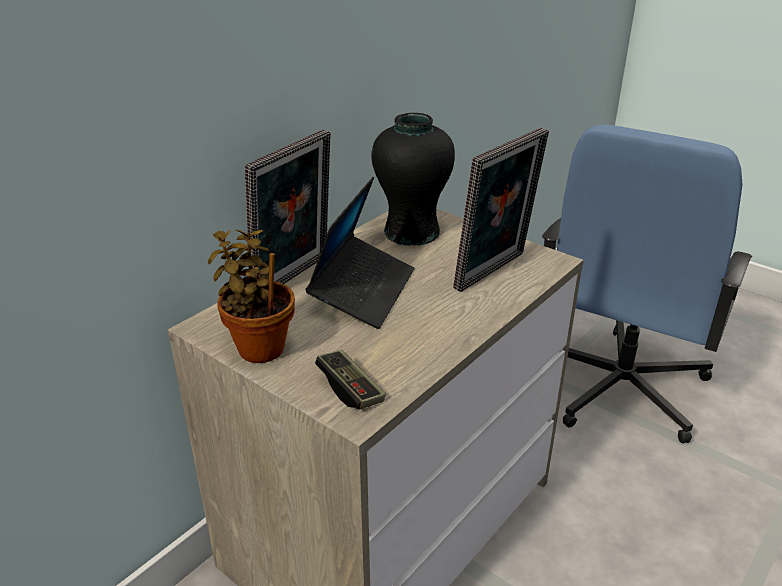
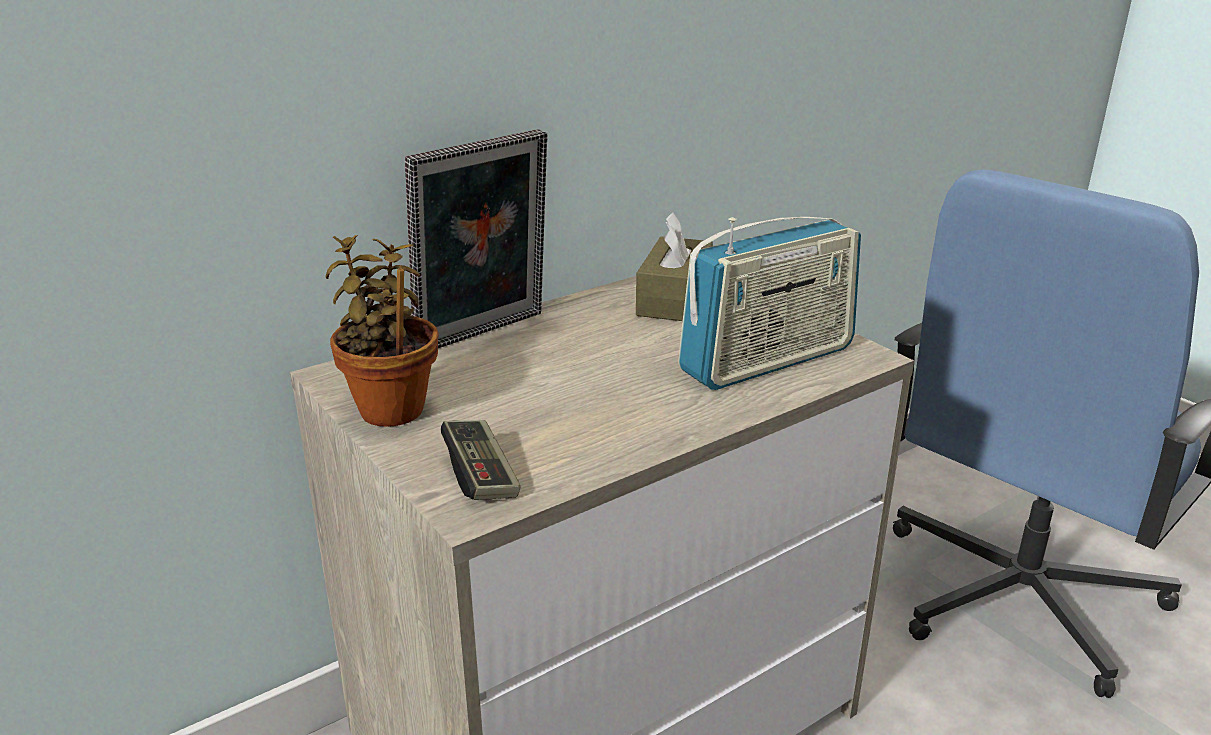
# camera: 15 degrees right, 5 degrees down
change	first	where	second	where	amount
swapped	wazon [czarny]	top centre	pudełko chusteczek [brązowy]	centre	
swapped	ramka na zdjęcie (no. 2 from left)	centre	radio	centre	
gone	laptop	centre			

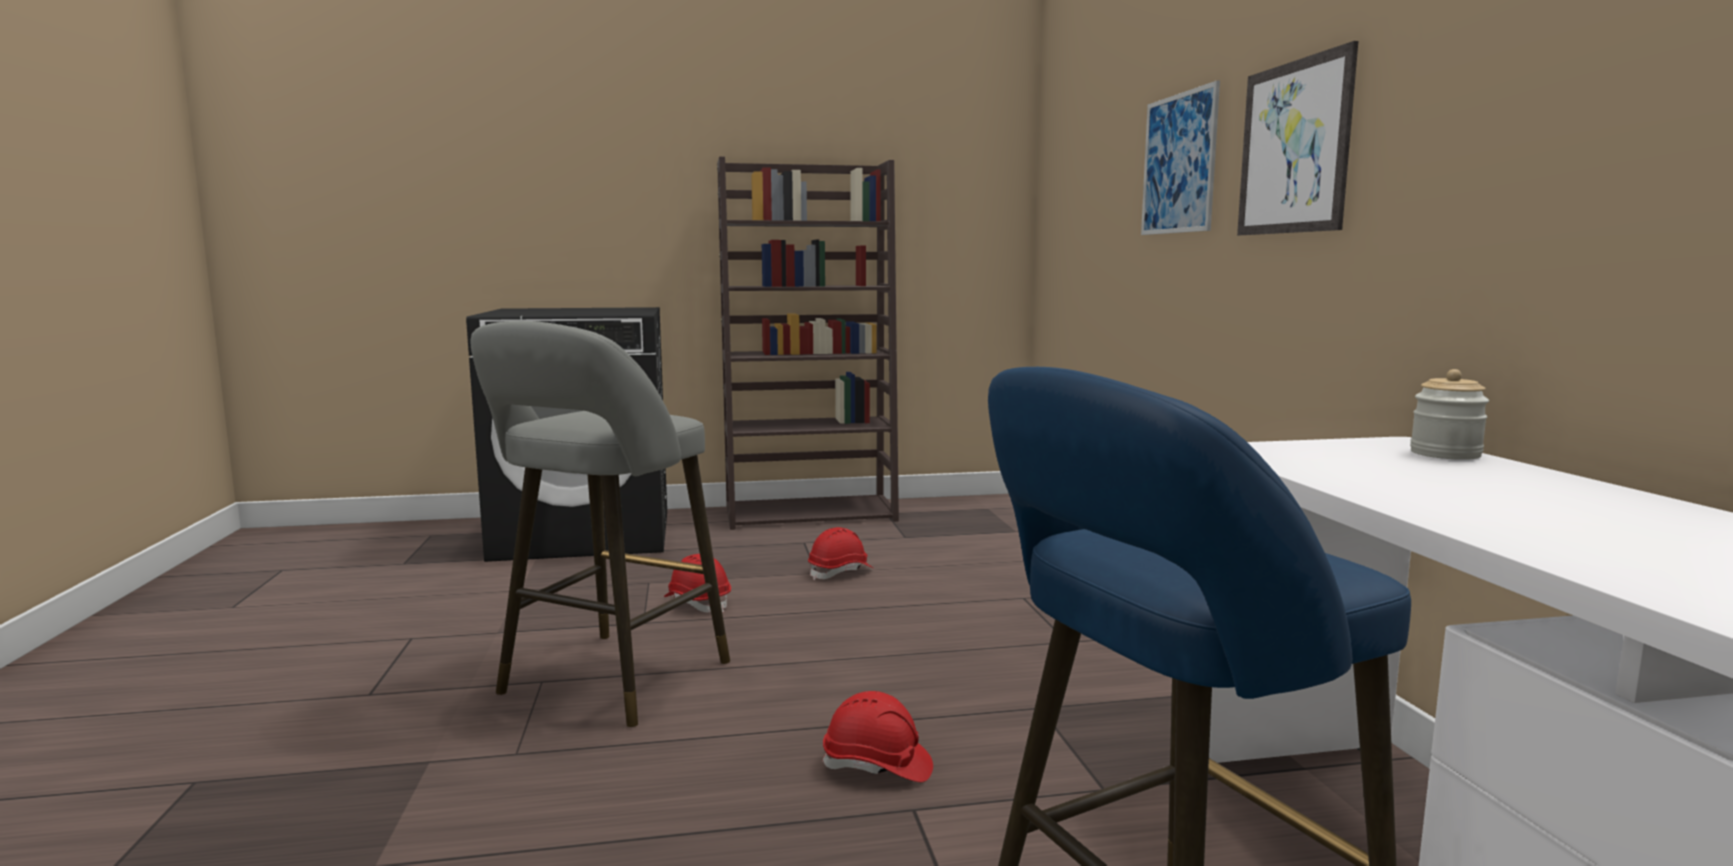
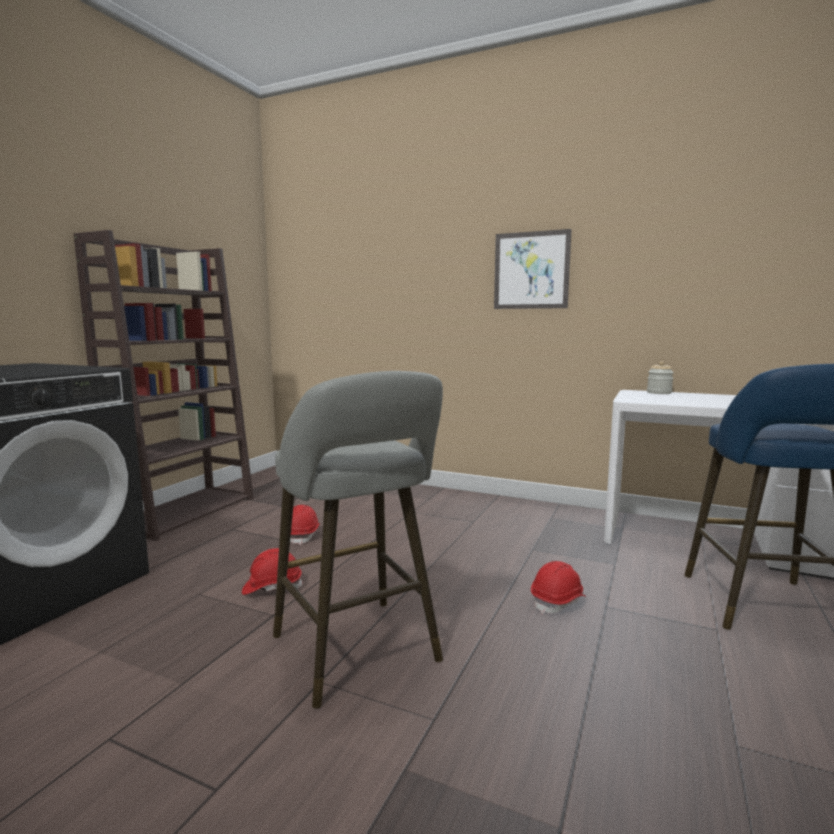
# camera: 55 degrees left, 0 degrees up
change	first	where	second	where	amount
gone	obraz (no. 1 from left)	top right			

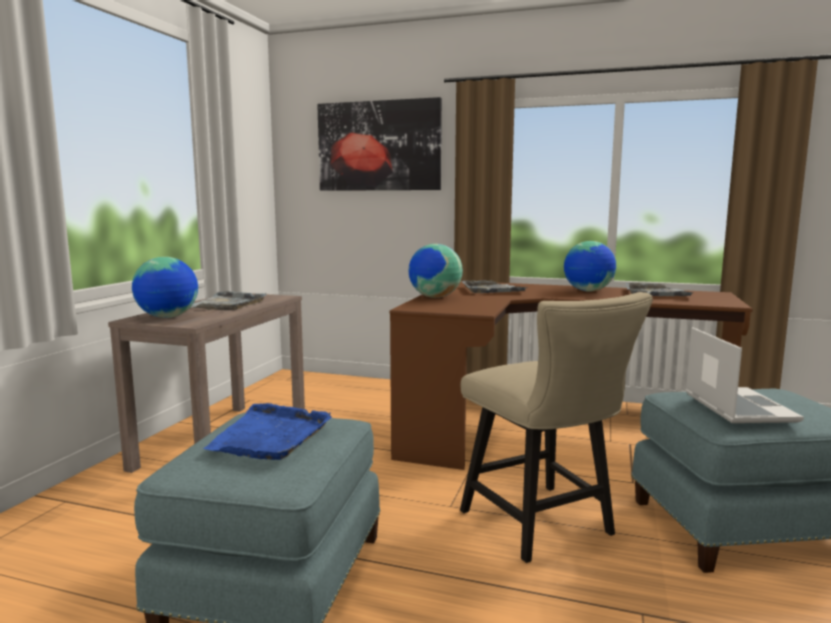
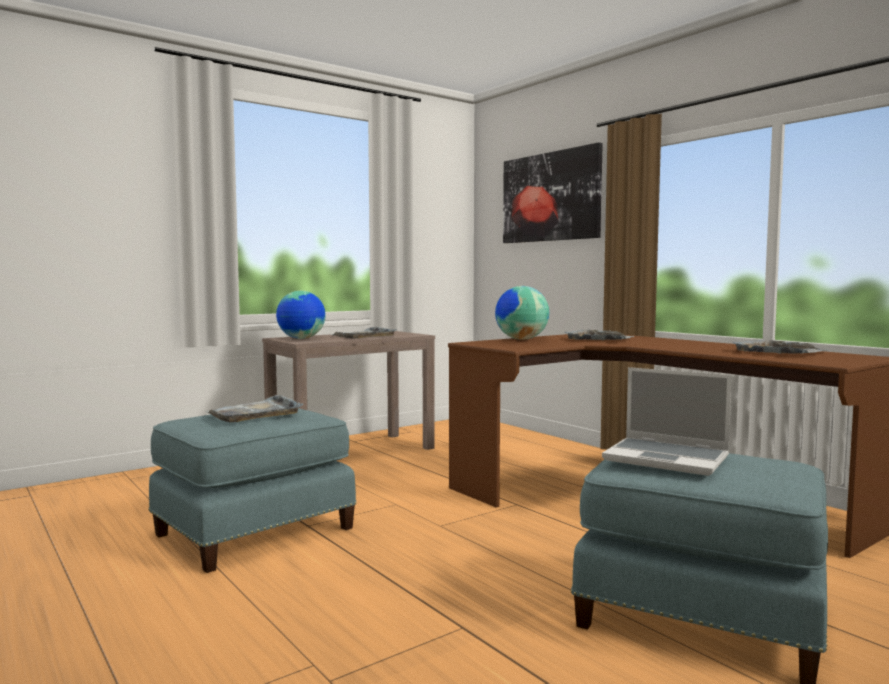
# camera: 35 degrees right, 5 degrees down
change	first	where	second	where	amount
repainted	taca [niebieski]	bottom left	taca [szary] (no. 1 from left)	middle left	
rotated	laptop	middle right		middle right	90 degrees clockwise
gone	krzesło [beżowy]	bottom right			
gone	globus (no. 3 from left)	middle right			

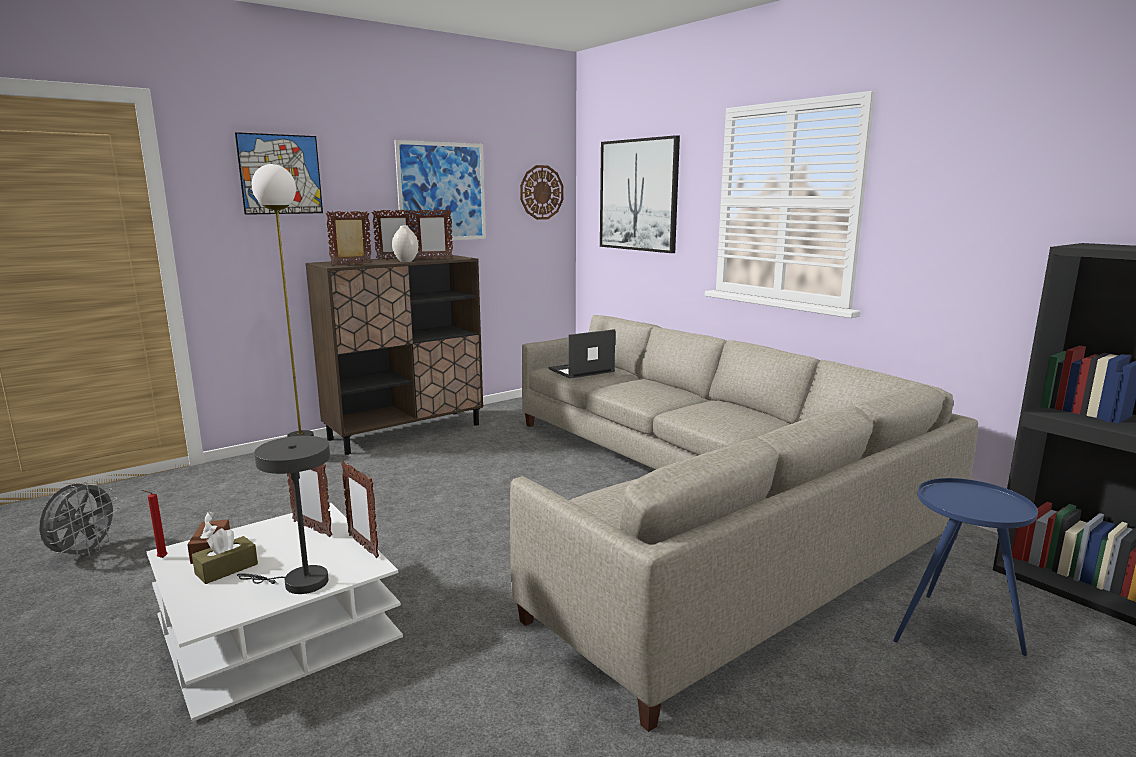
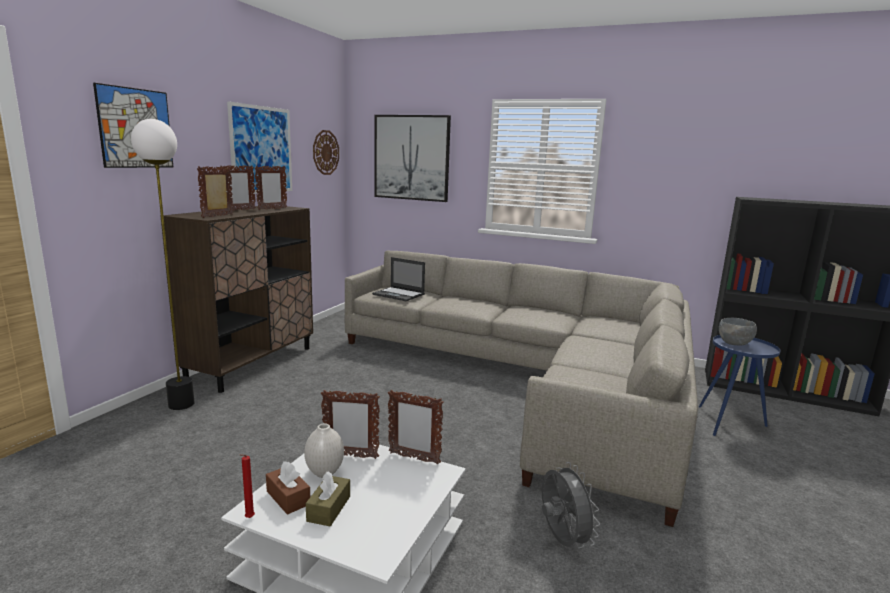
# camera: 30 degrees left, 0 degrees up
change	first	where	second	where	amount
shifted	wazon [biały]	top centre		bottom centre	
rotated	laptop	centre		centre	90 degrees counterclockwise
shifted	wentylator [szary]	bottom left		bottom centre	
new			miska [szary]	middle right	
gone	lampa stołowa [szary]	bottom left			

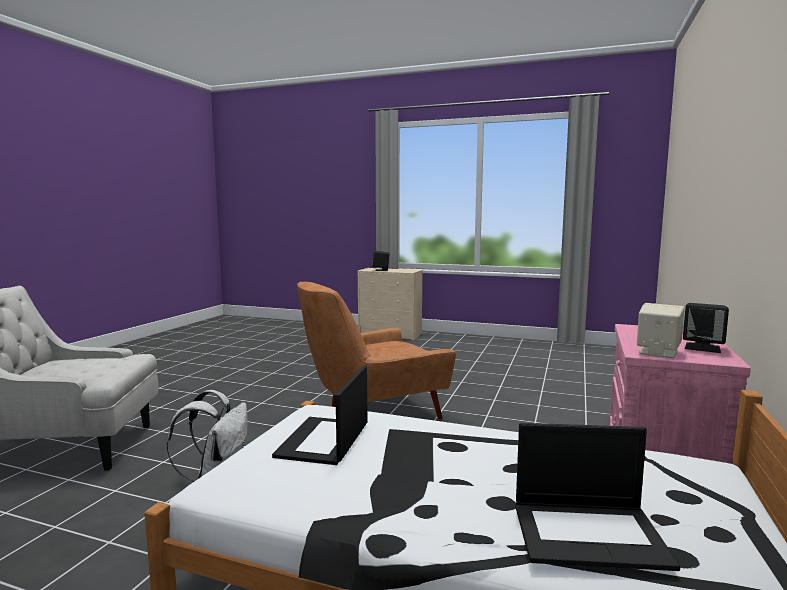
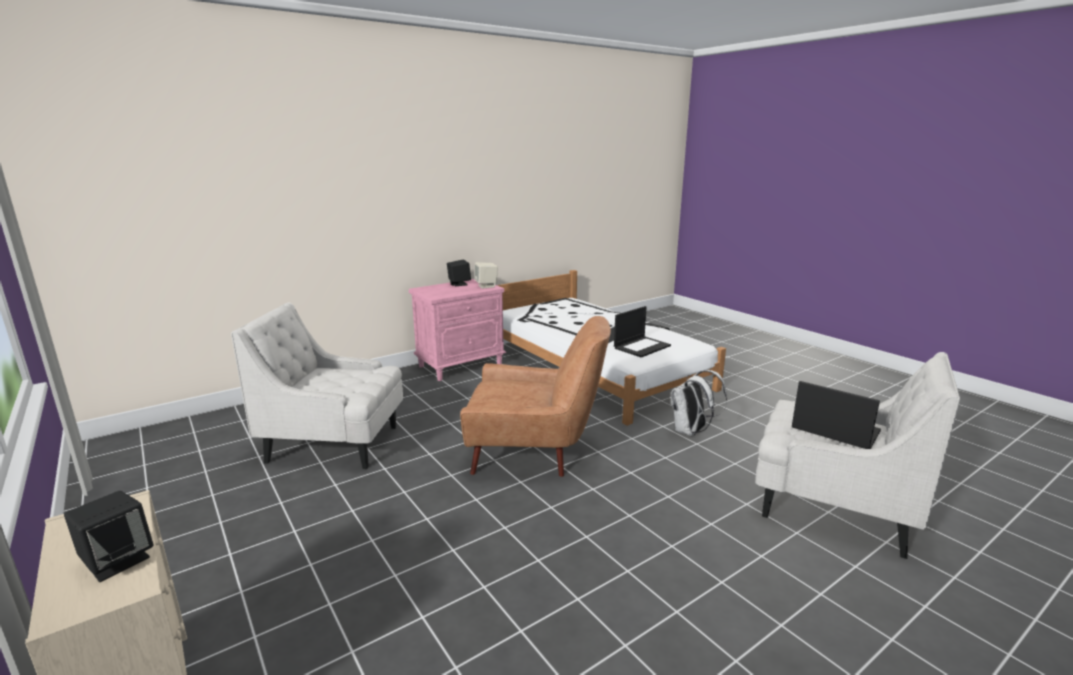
# camera: 145 degrees left, 10 degrees up
change	first	where	second	where	amount
new			fotel [biały] (no. 1 from left)	middle left	
shifted	laptop (no. 2 from left)	bottom right		middle right	

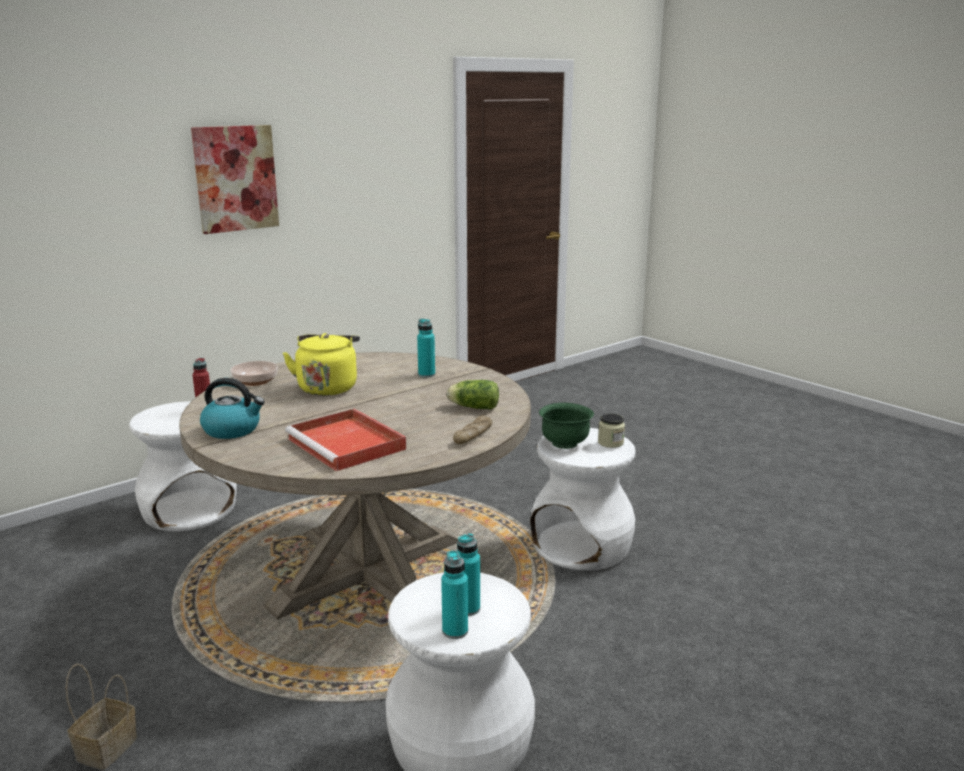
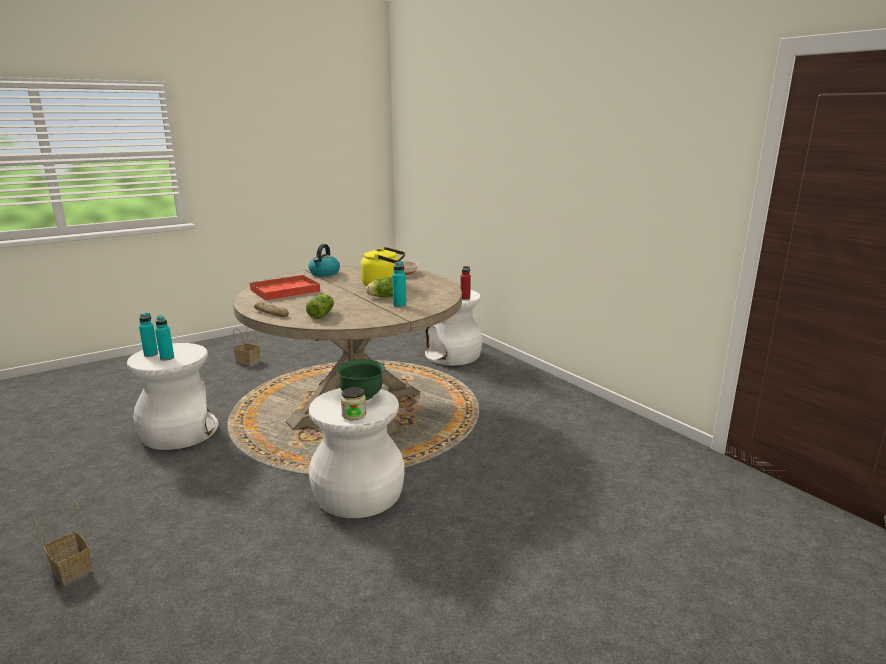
# camera: 95 degrees right, 0 degrees up
change	first	where	second	where	amount
new			koszyk (no. 1 from left)	bottom left	
new			sałata (no. 2 from left)	centre	
gone	obraz	top left			

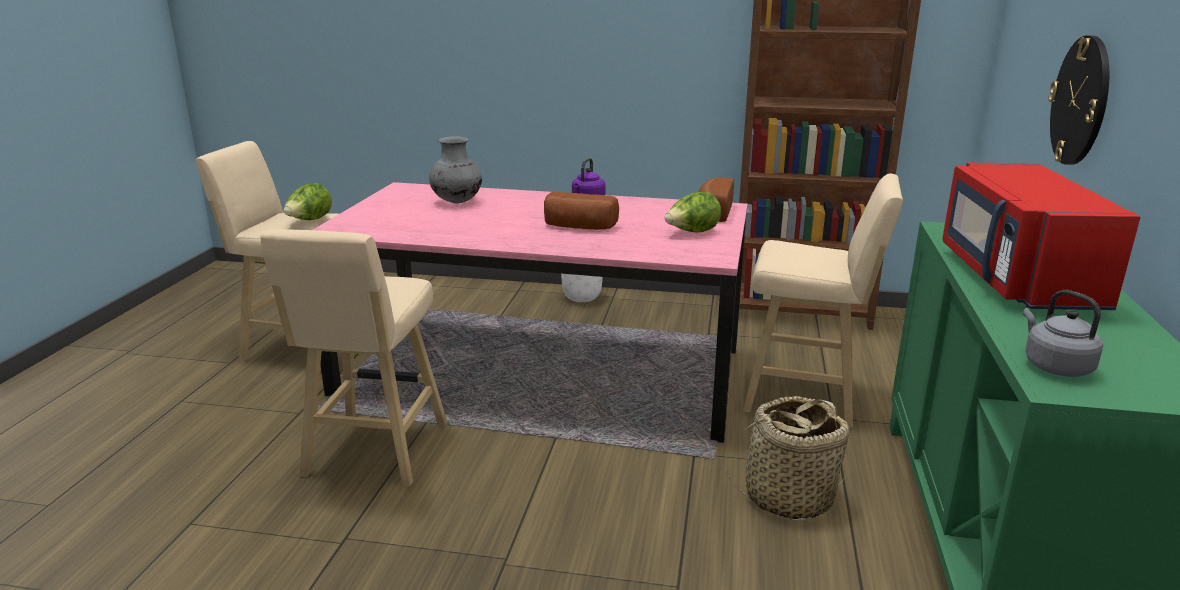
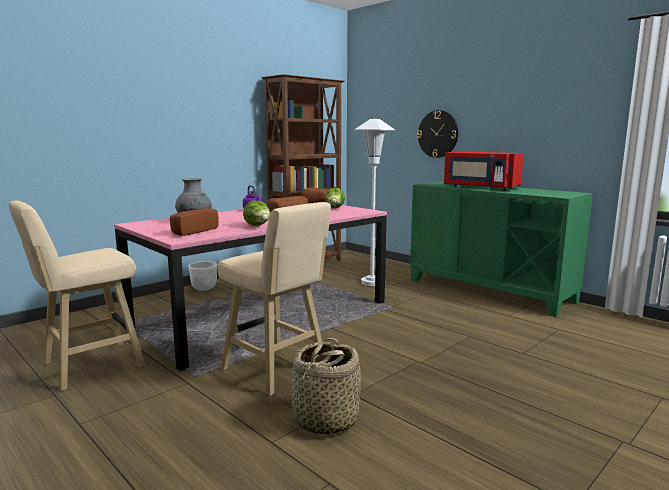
# camera: 55 degrees left, 10 degrees down
change	first	where	second	where	amount
new			chleb (no. 1 from left)	middle left	
shifted	sałata (no. 1 from left)	middle left		centre	
shifted	koszyk	bottom right		bottom centre	
swapped	stołek [beżowy] (no. 3 from left)	middle right	lampa stojąca [biały]	centre	
gone	czajnik [szary]	middle right			

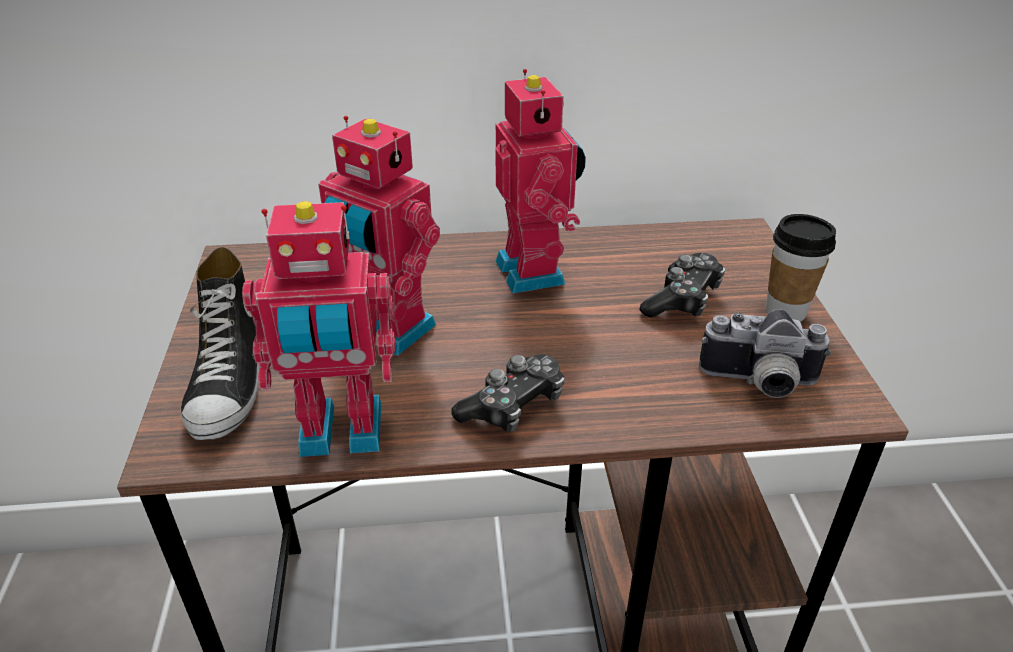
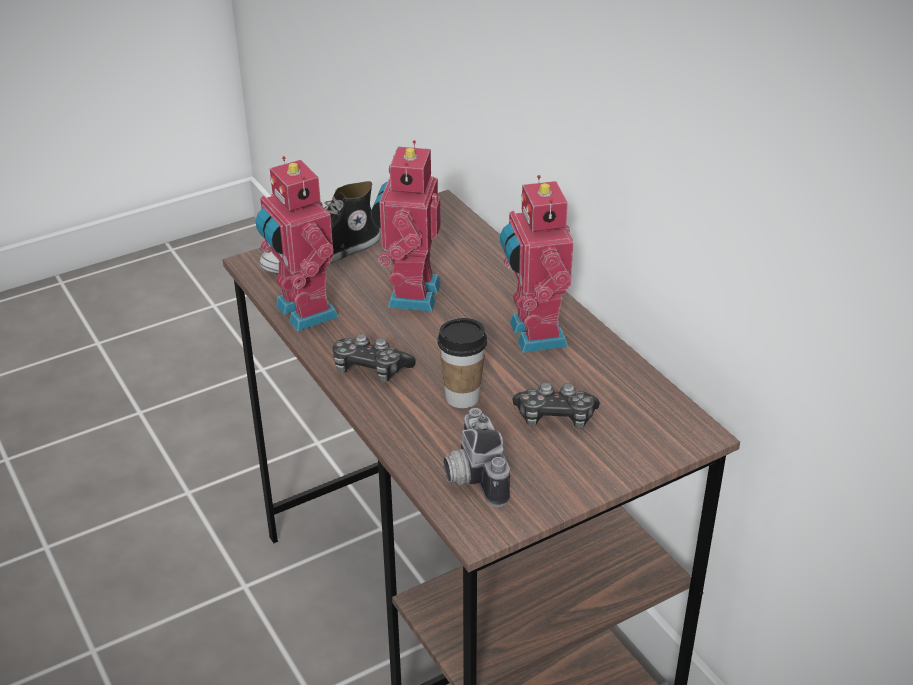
# camera: 65 degrees right, 0 degrees up
change	first	where	second	where	amount
shifted	filiżanka	middle right		centre	
rotated	robot zabawkowy (no. 3 from left)	top centre		centre	120 degrees clockwise

